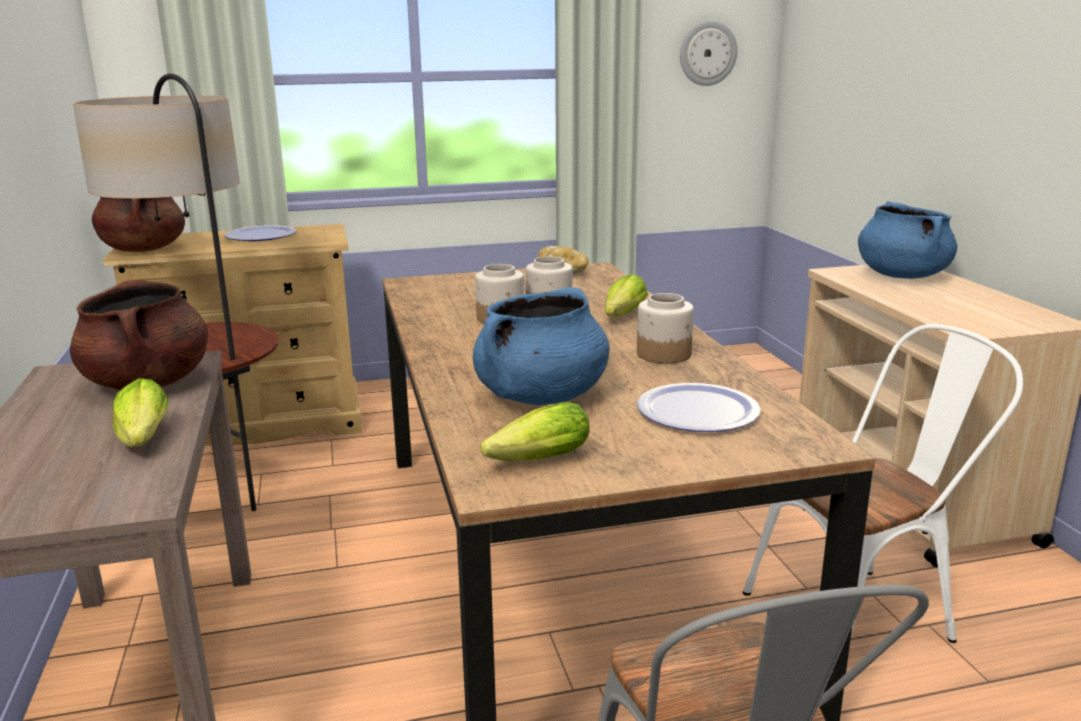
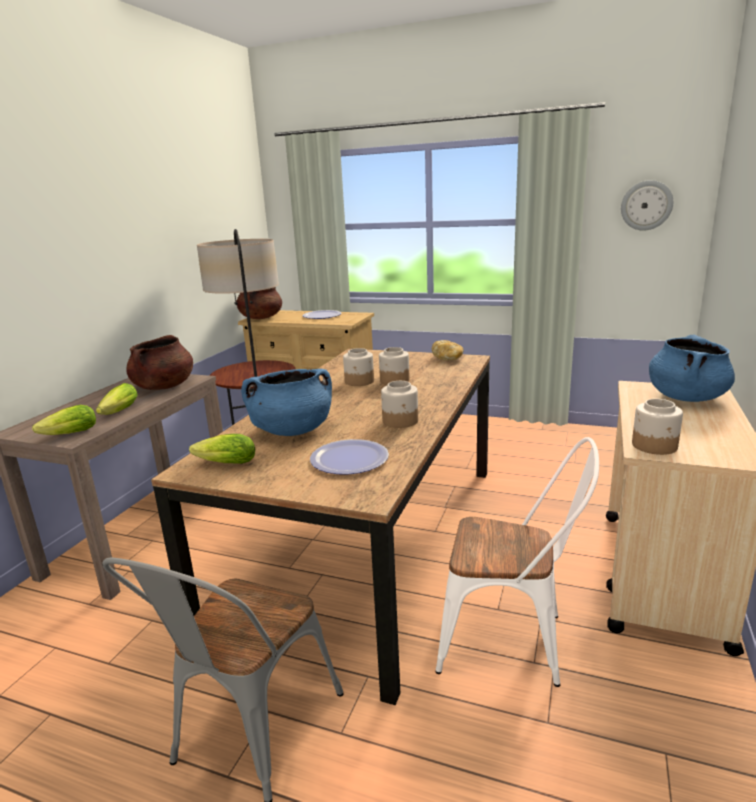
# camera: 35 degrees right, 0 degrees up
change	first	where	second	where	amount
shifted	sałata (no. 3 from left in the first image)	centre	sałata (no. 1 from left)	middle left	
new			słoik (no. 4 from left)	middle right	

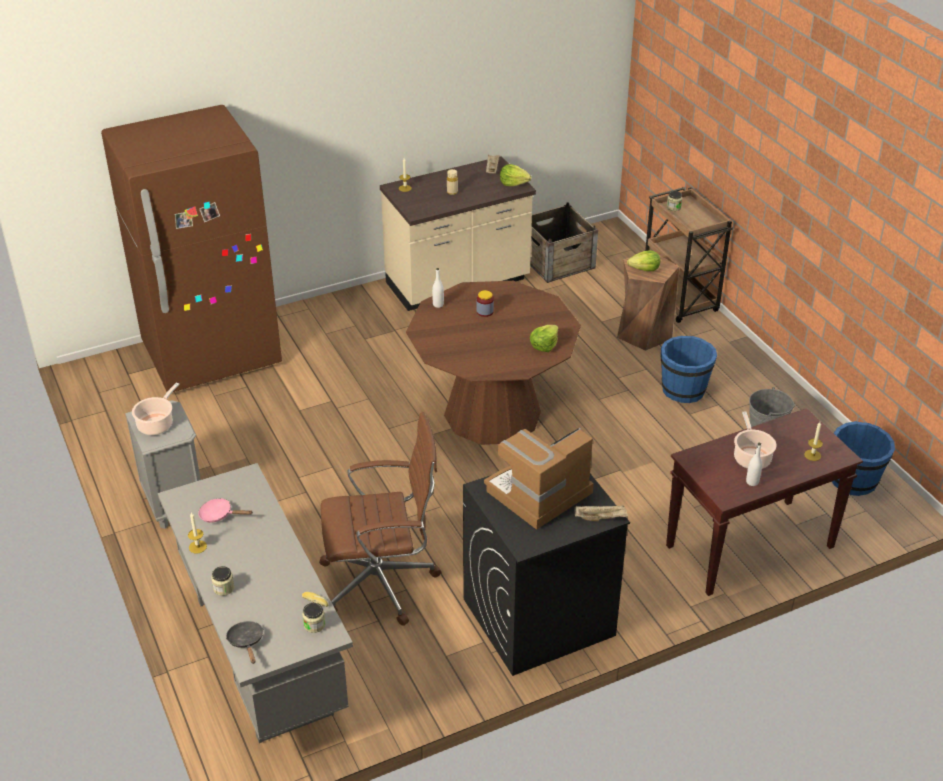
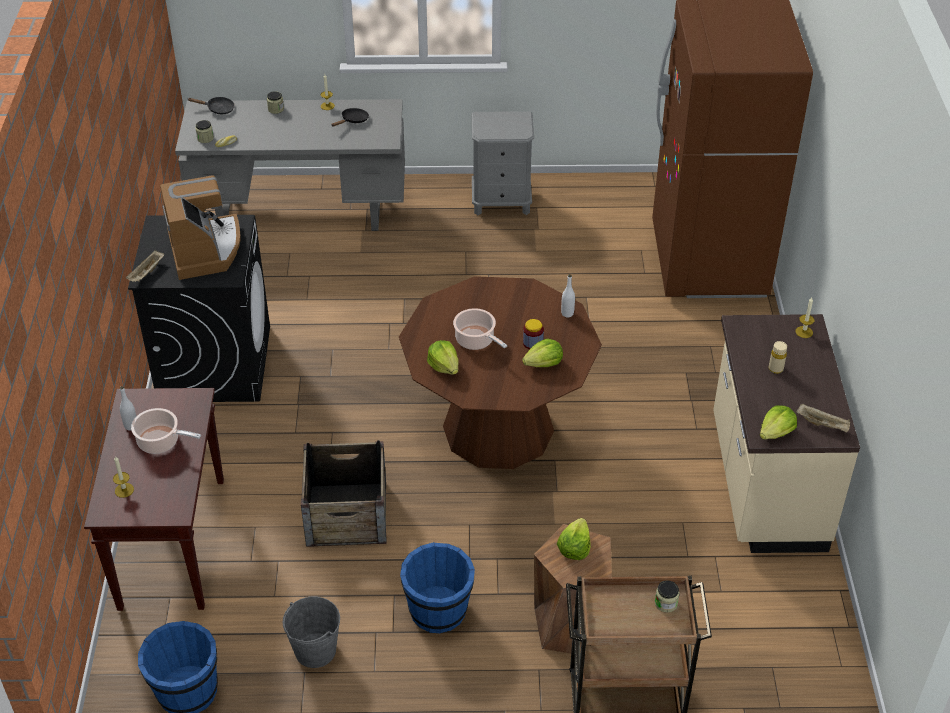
# camera: 115 degrees right, 5 degrees up
change	first	where	second	where	amount
shifted	skrzynka	top centre		bottom centre	
repainted	patelnia [różowy]	middle left	patelnia [czarny] (no. 2 from left)	top centre	
shifted	garnek (no. 1 from left in the first image)	middle left	garnek (no. 2 from left)	centre	
new			sałata (no. 2 from left)	centre	
gone	krzesło biurowe [brązowy]	centre			

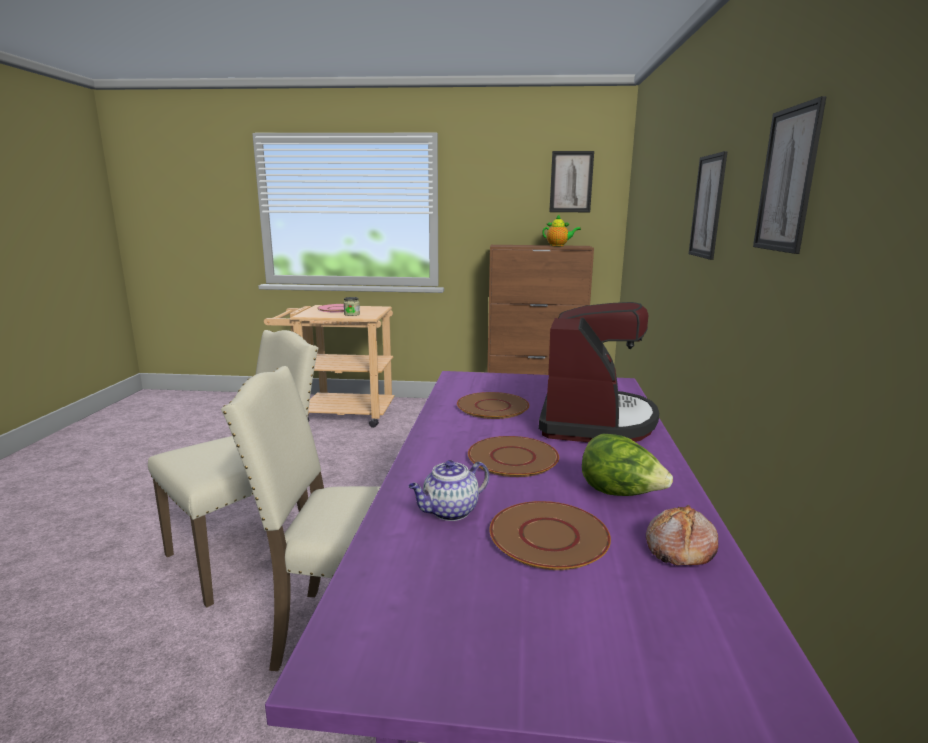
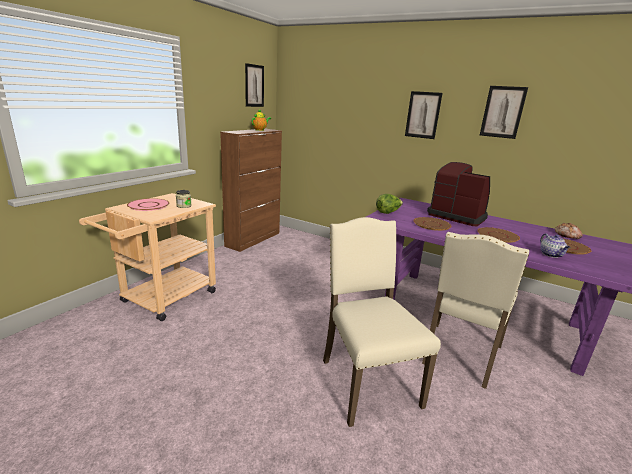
# camera: 65 degrees left, 5 degrees up
change	first	where	second	where	amount
shifted	sałata	middle right		centre	

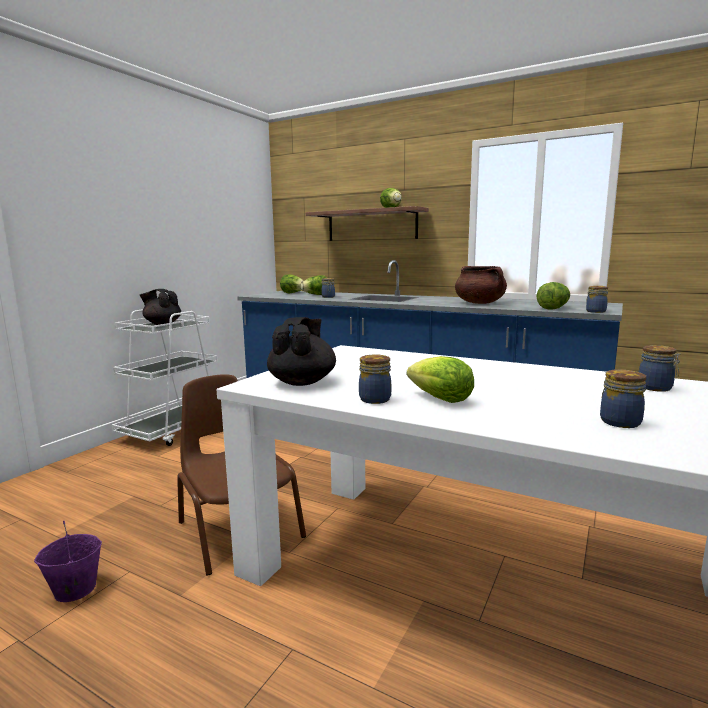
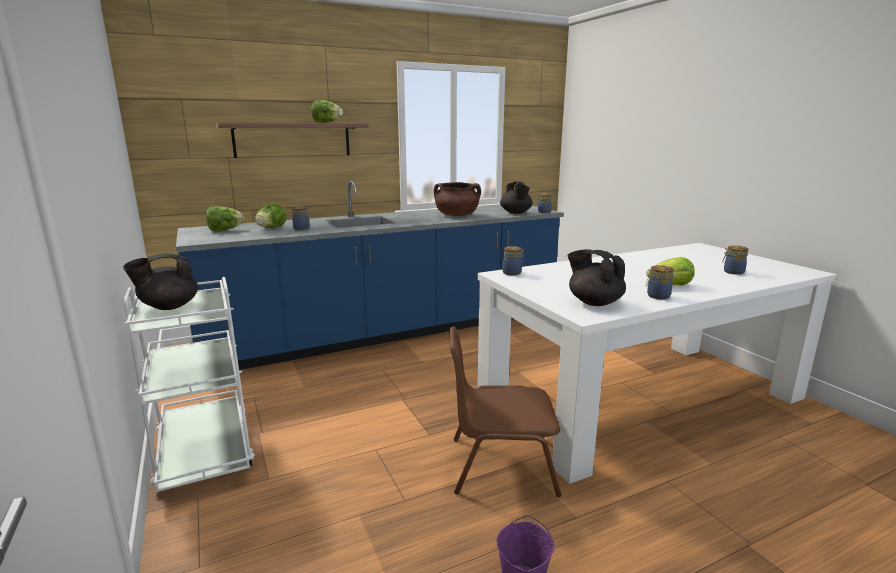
# camera: 55 degrees left, 5 degrees up
change	first	where	second	where	amount
swapped	sałata (no. 5 from left)	middle right	imbryk [czarny] (no. 2 from left)	centre	
shifted	słoik (no. 5 from left in the first image)	middle right	słoik (no. 2 from left)	centre	

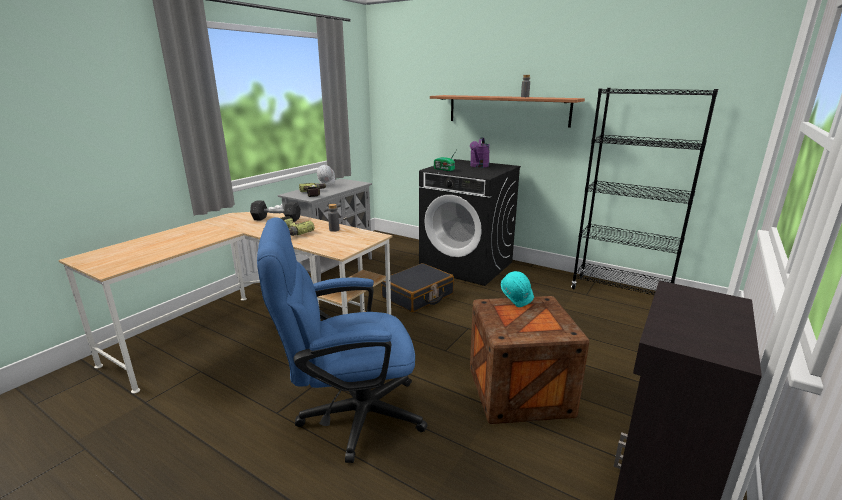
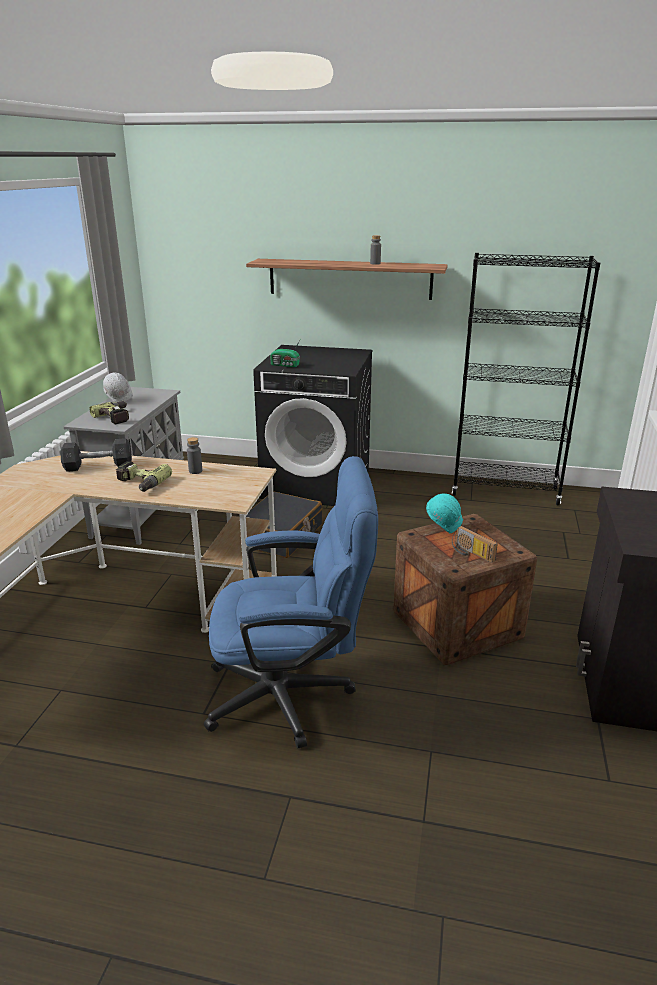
# camera: 20 degrees left, 5 degrees up
change	first	where	second	where	amount
rotated	krzesło biurowe [niebieski]	bottom centre		centre	150 degrees counterclockwise
new			radio (no. 2 from left)	middle right	
gone	konewka [fioletowy]	top centre			

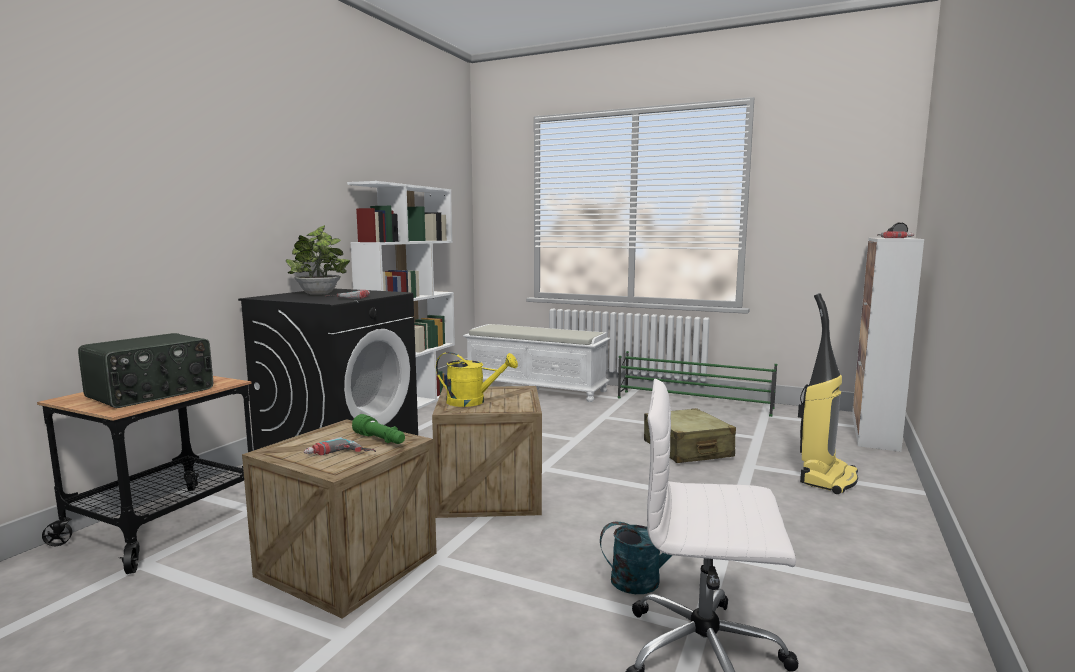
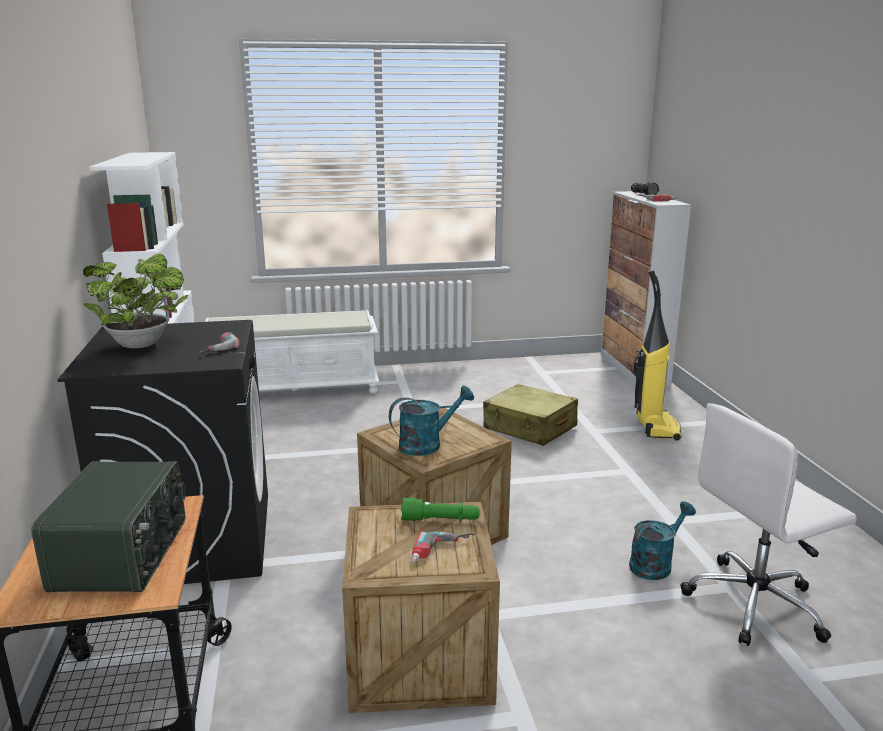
# camera: 35 degrees left, 10 degrees up
change	first	where	second	where	amount
repainted	konewka [żółty]	centre	konewka [turkusowy] (no. 1 from left)	centre	
gone	regał na buty [zielony]	centre			

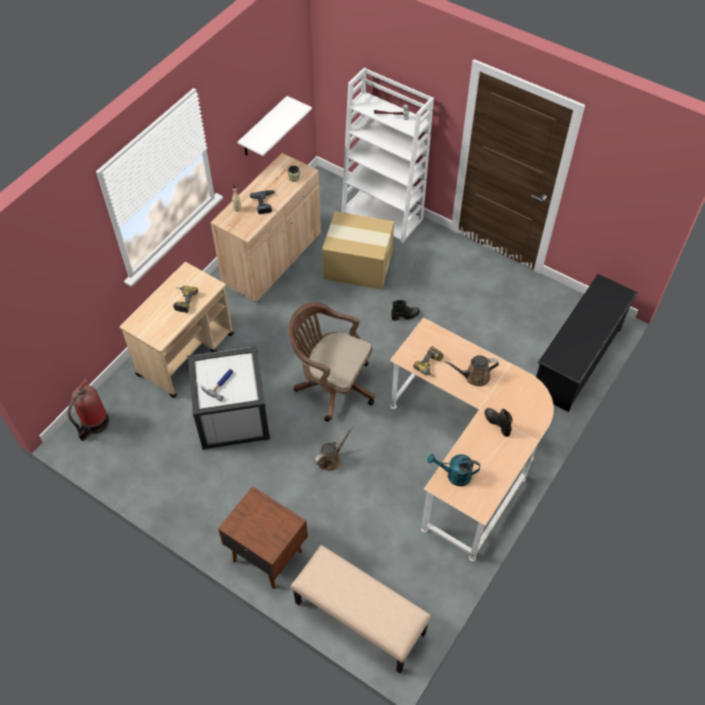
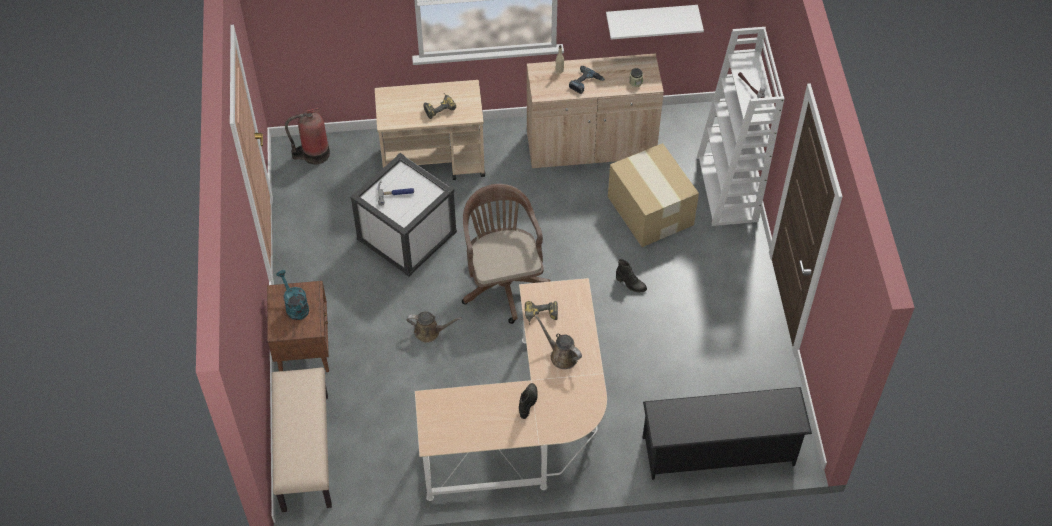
# camera: 50 degrees right, 0 degrees up
change	first	where	second	where	amount
shifted	konewka [turkusowy]	centre		middle left	

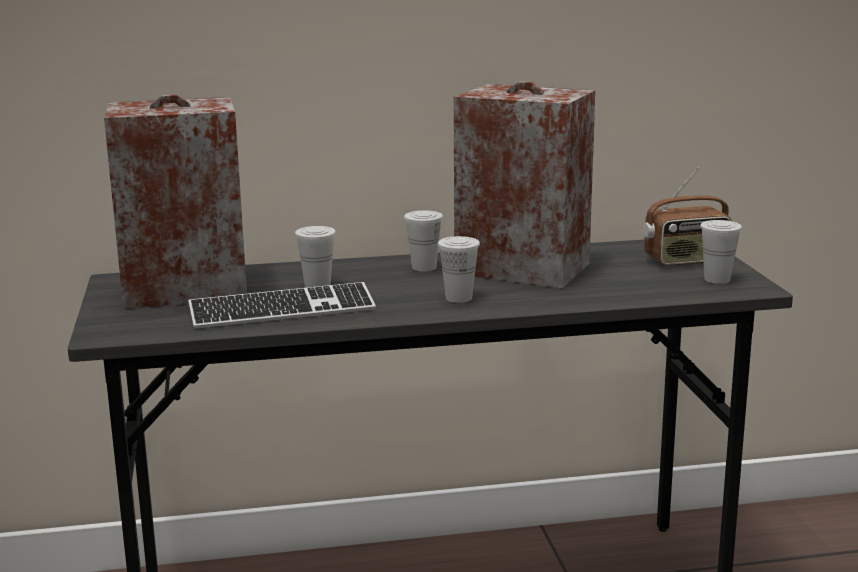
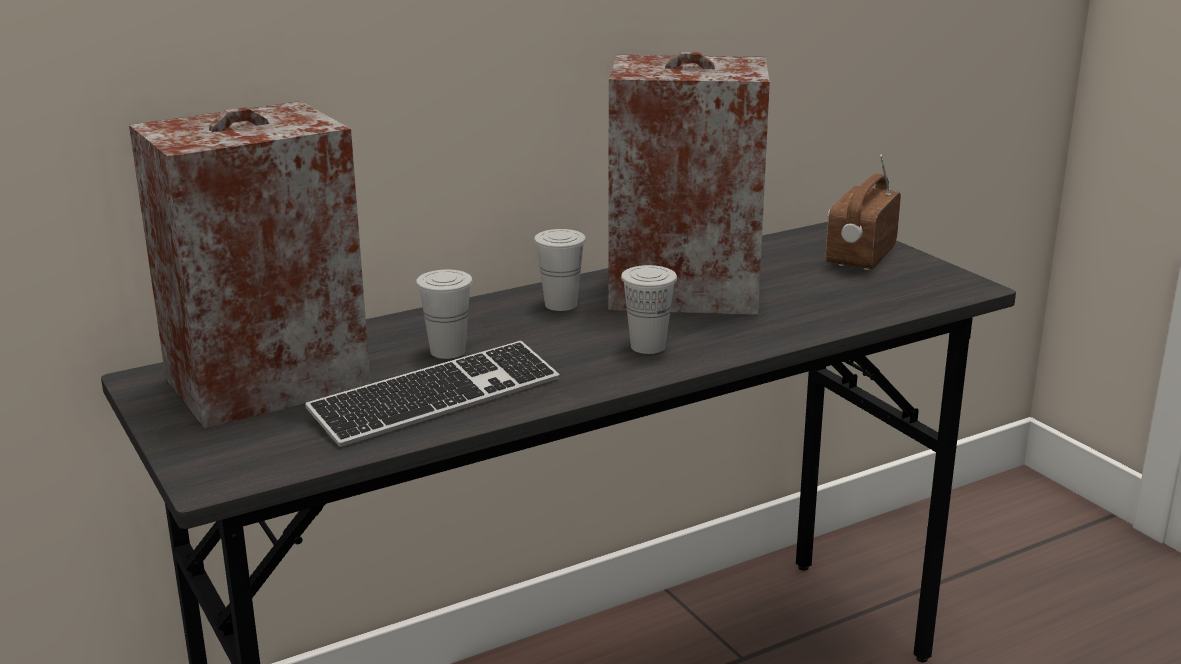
# camera: 20 degrees left, 5 degrees up
change	first	where	second	where	amount
rotated	radio	middle right		top right	150 degrees clockwise
gone	filiżanka [biały] (no. 4 from left)	middle right			

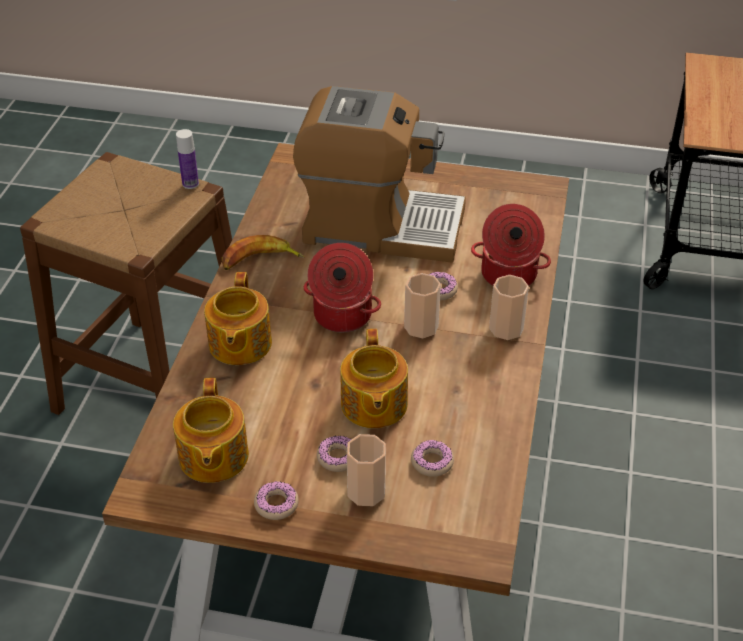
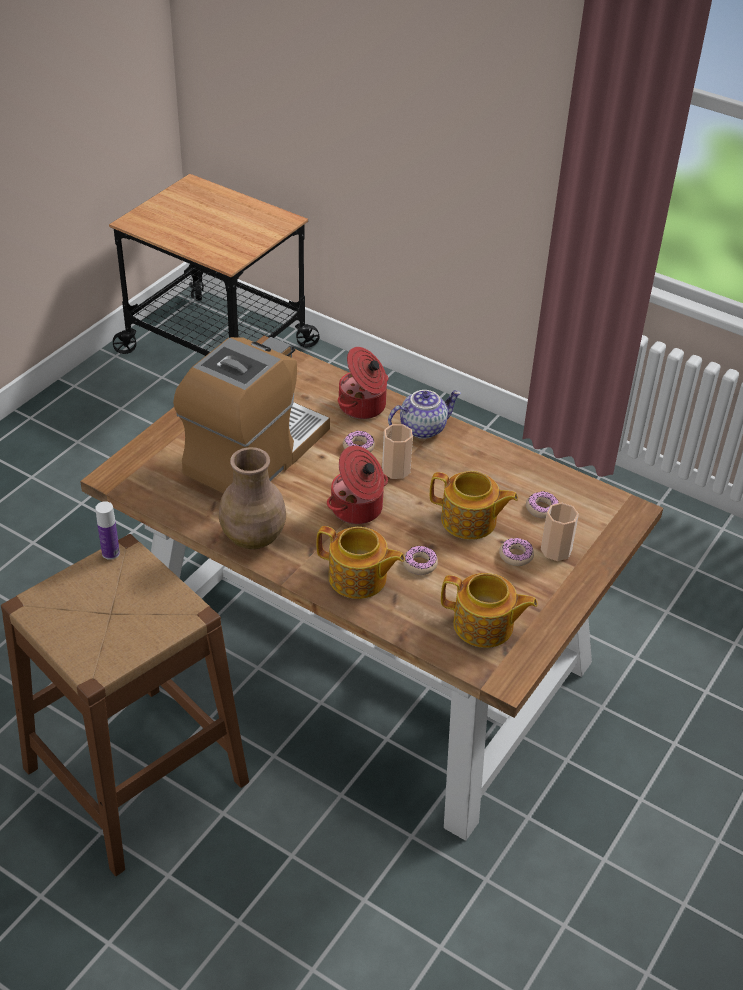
# camera: 70 degrees left, 0 degrees up
change	first	where	second	where	amount
swapped	banan	centre	wazon [brązowy]	centre	
swapped	filiżanka (no. 3 from left)	middle right	imbryk (no. 2 from left)	centre	
shifted	donut (no. 1 from left in the first image)	bottom centre	donut (no. 2 from left)	centre	

